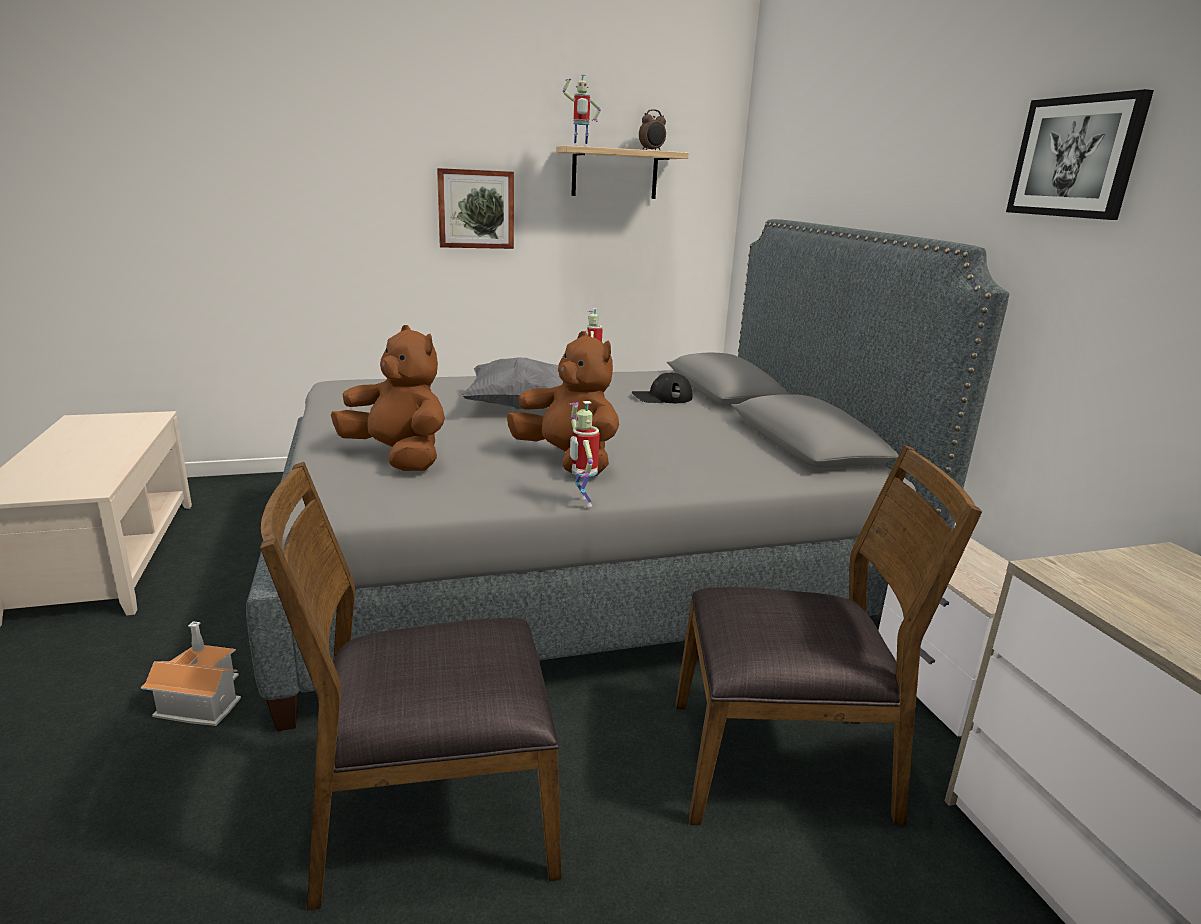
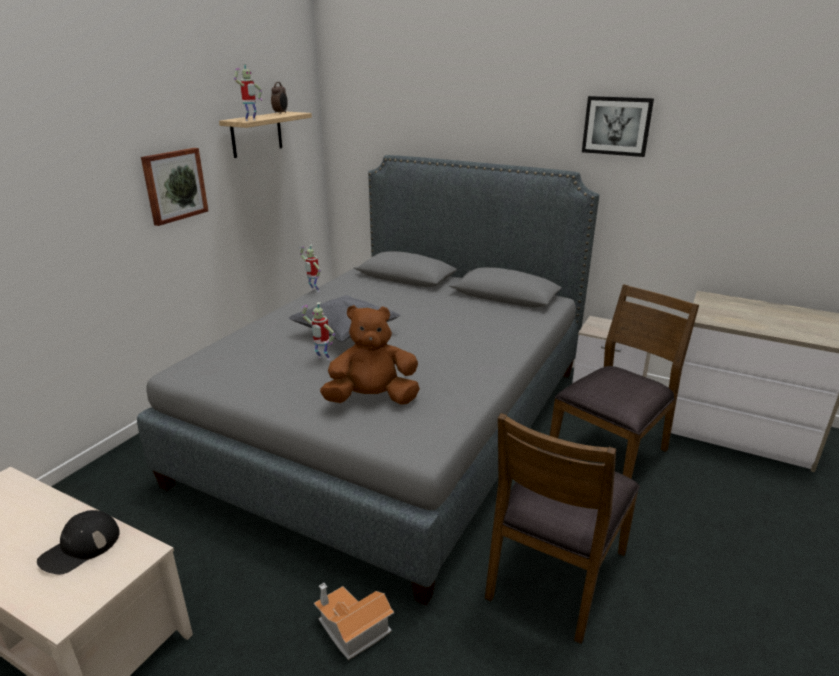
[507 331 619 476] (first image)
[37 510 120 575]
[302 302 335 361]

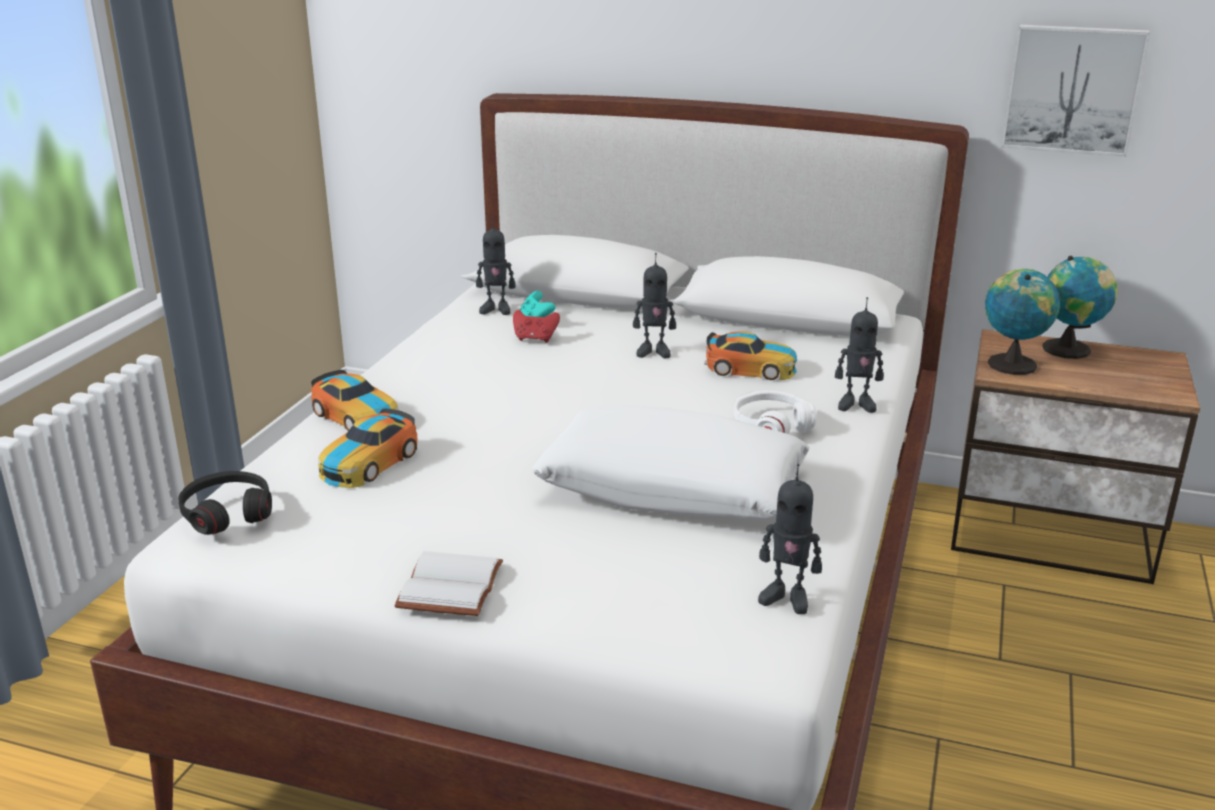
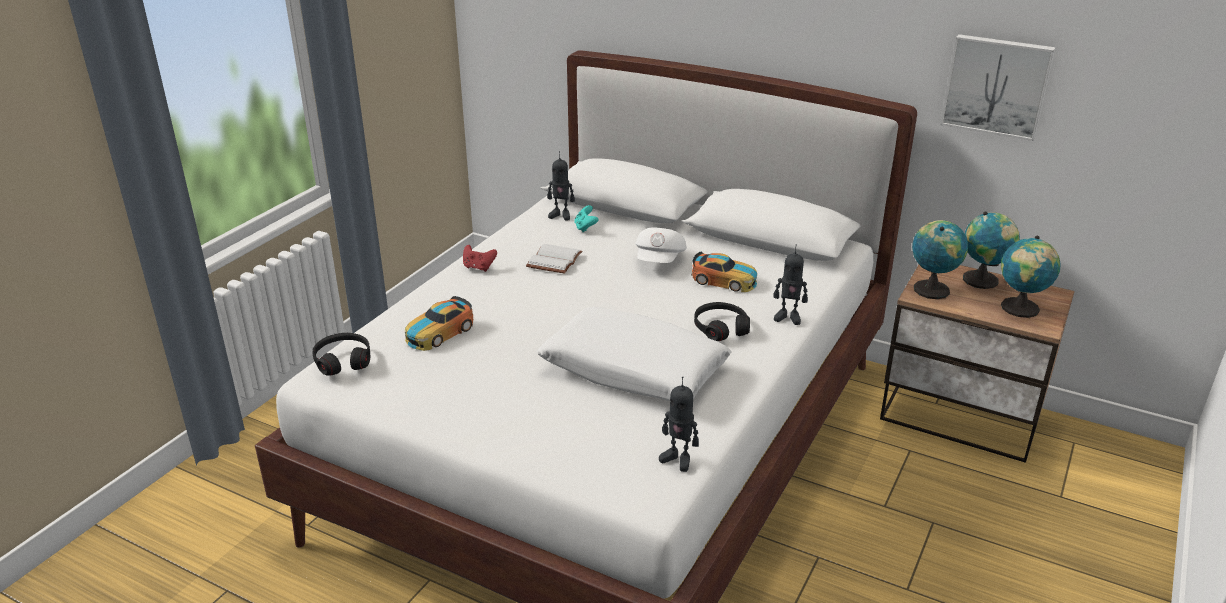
[636 227 687 263]
[463 245 497 272]
[311 370 399 431] (first image)
[694 302 750 341]
[526 244 582 274]
[1001 236 1061 318]

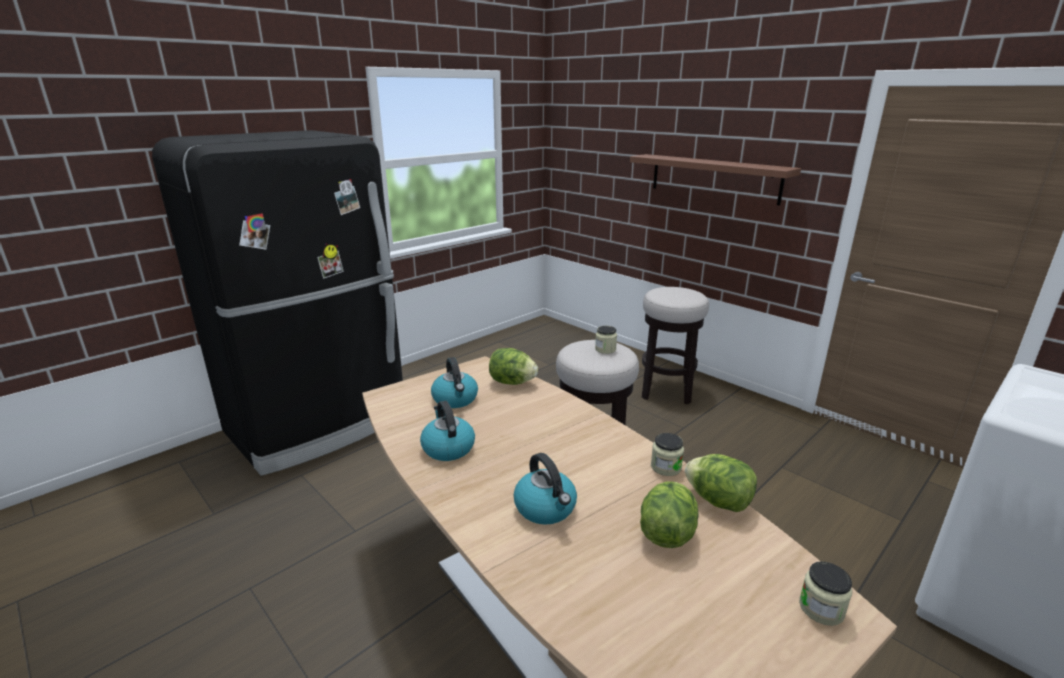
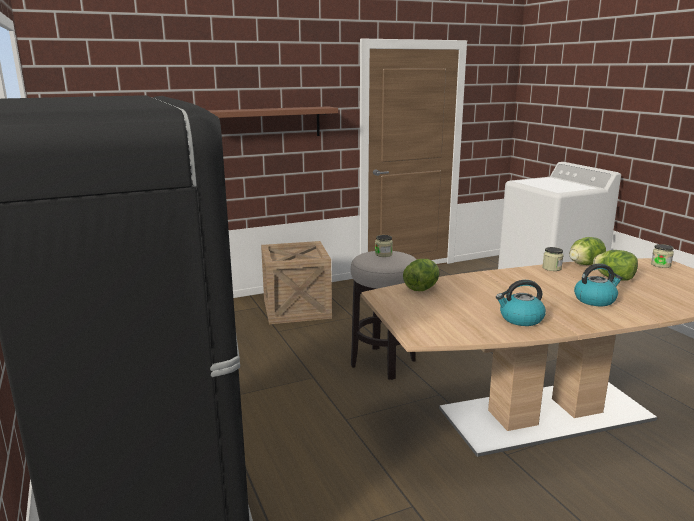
[261 241 332 324]
[431 357 478 408] (first image)

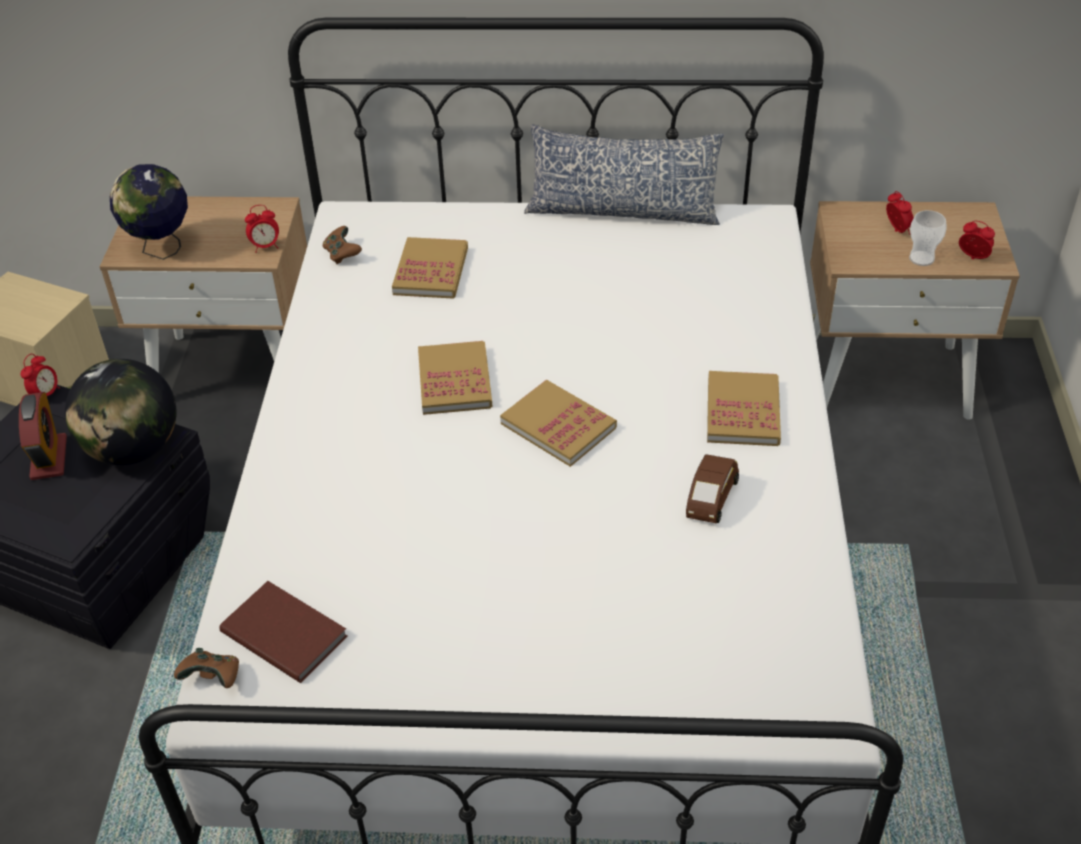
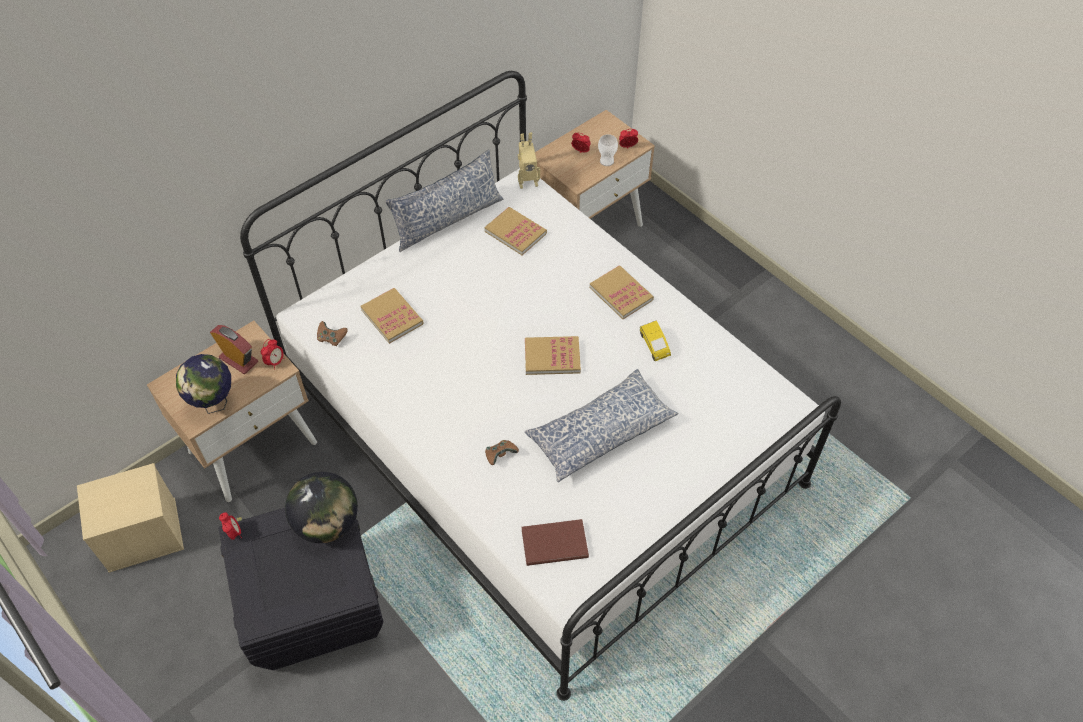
[484 207 547 255]
[210 325 258 374]
[640 321 671 361]
[485 440 519 465]
[518 133 540 189]
[525 369 678 482]

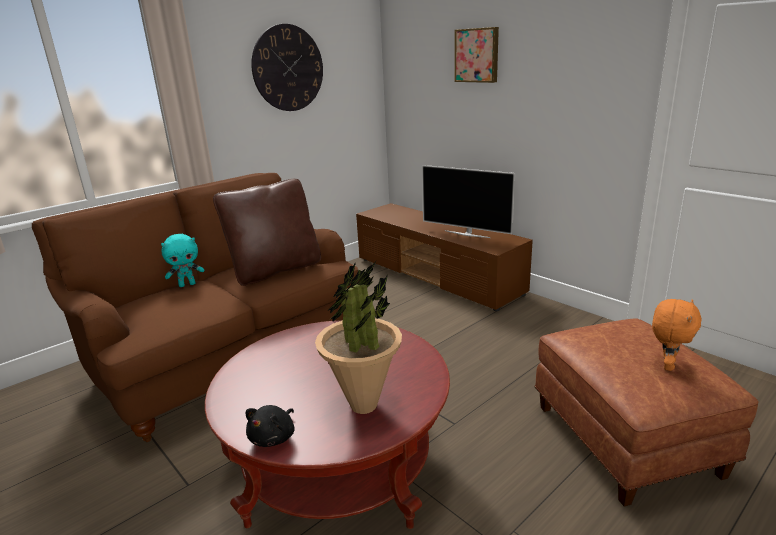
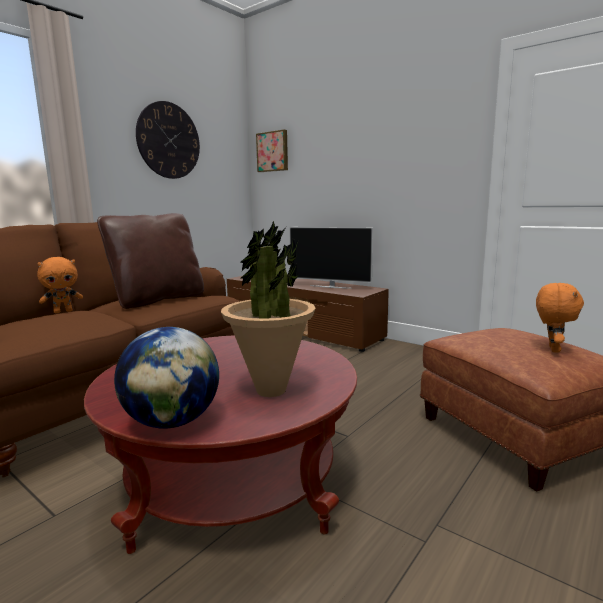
[256 129 288 172]
[37 257 83 313]
[114 327 219 429]

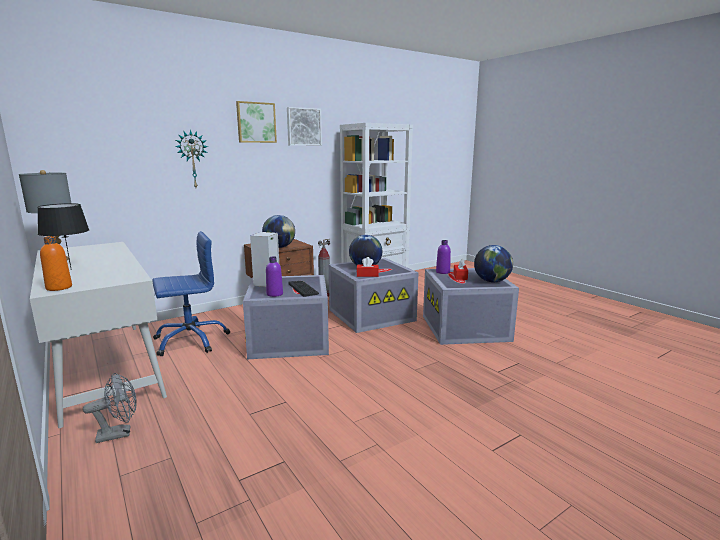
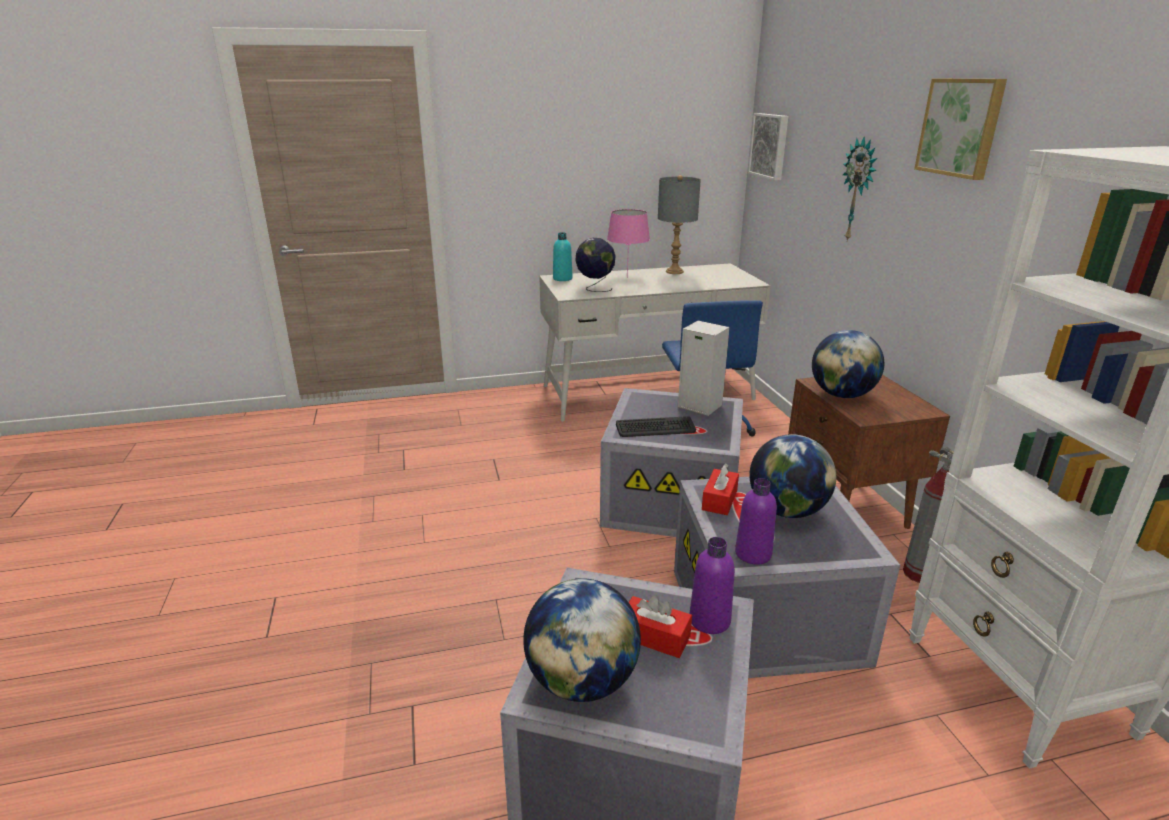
[748 113 788 181]
[607 209 650 278]
[553 232 572 281]
[735 478 777 565]
[83 373 137 443] (first image)
[575 238 615 292]

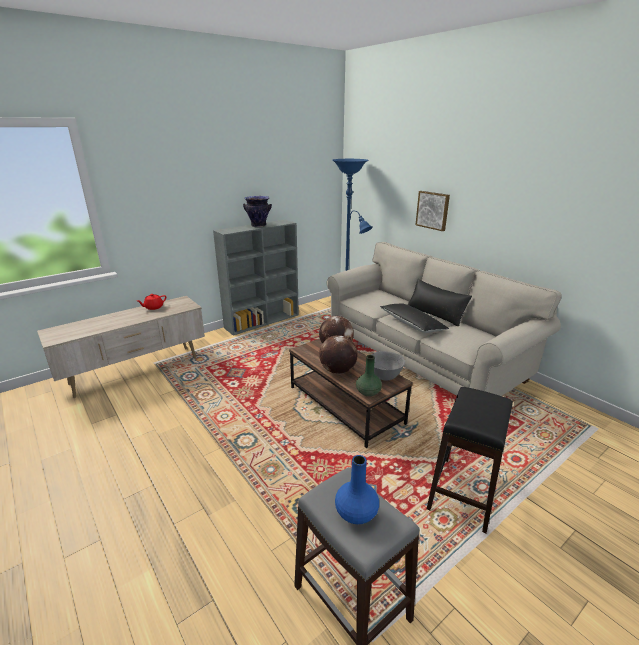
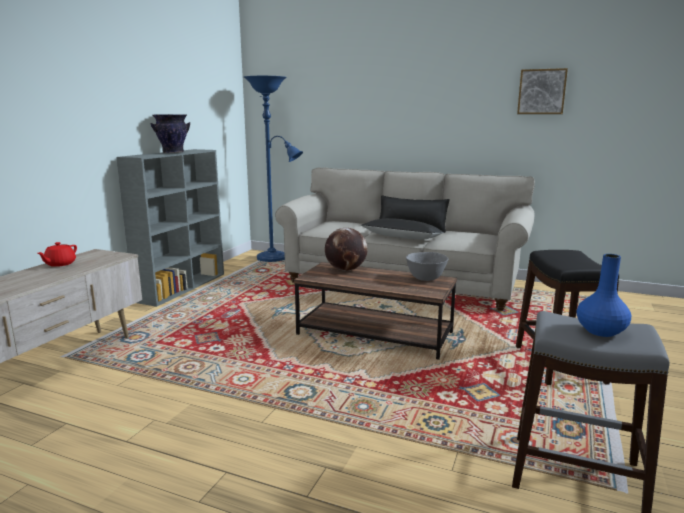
[517 68 568 114]
[319 335 358 374] (first image)
[356 355 382 397] (first image)

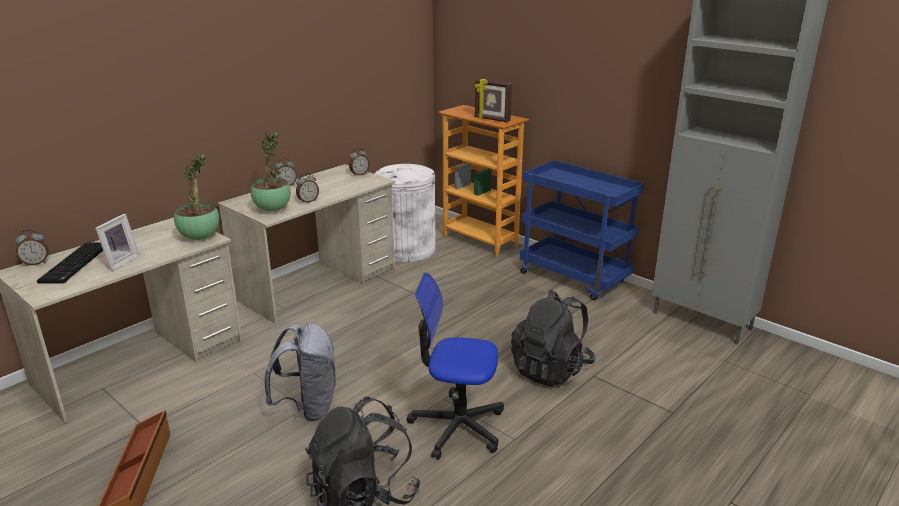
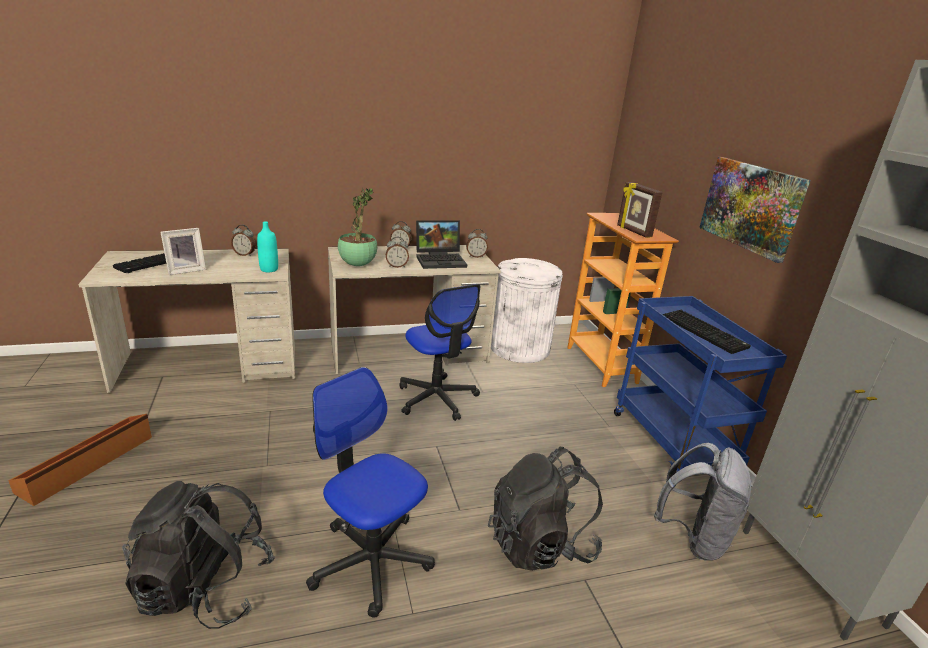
[257 221 278 272]
[231 225 256 256]
[654 443 753 561]
[699 157 811 263]
[416 220 467 269]
[400 284 480 421]
[663 310 751 354]

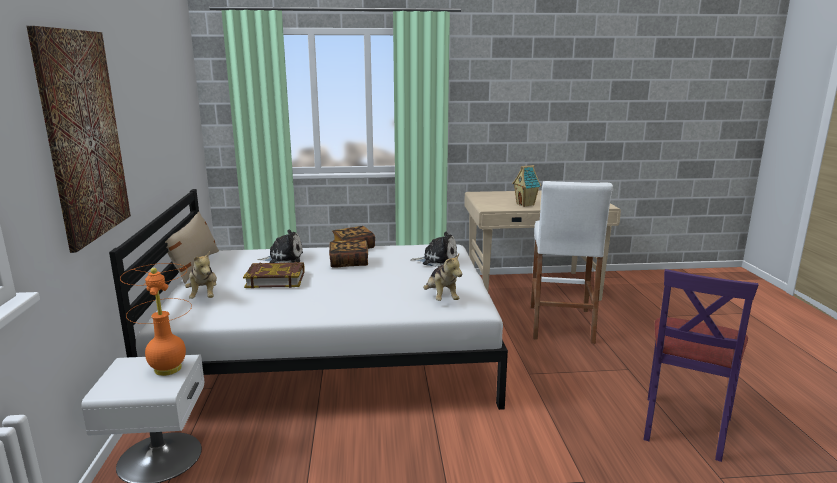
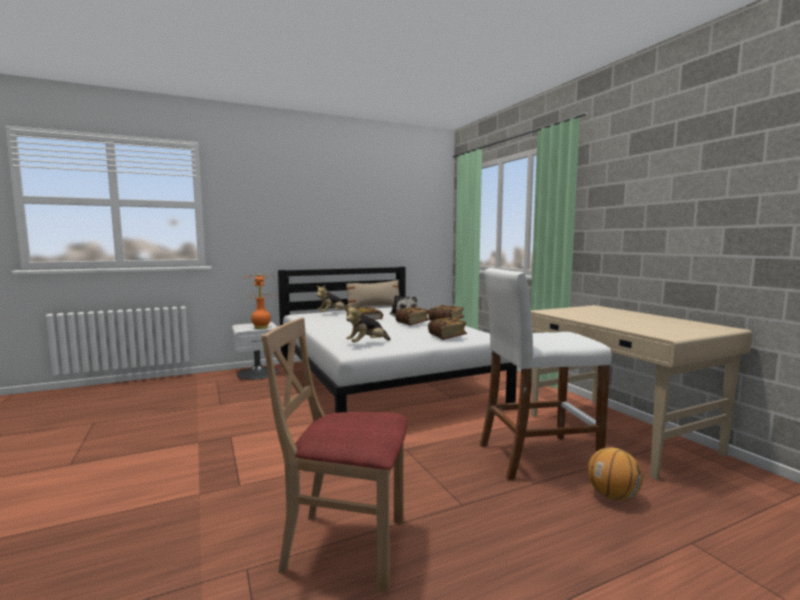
[27 26 131 253] (first image)
[512 165 541 207] (first image)
[428 317 467 340]
[262 318 408 591]
[588 447 643 501]

